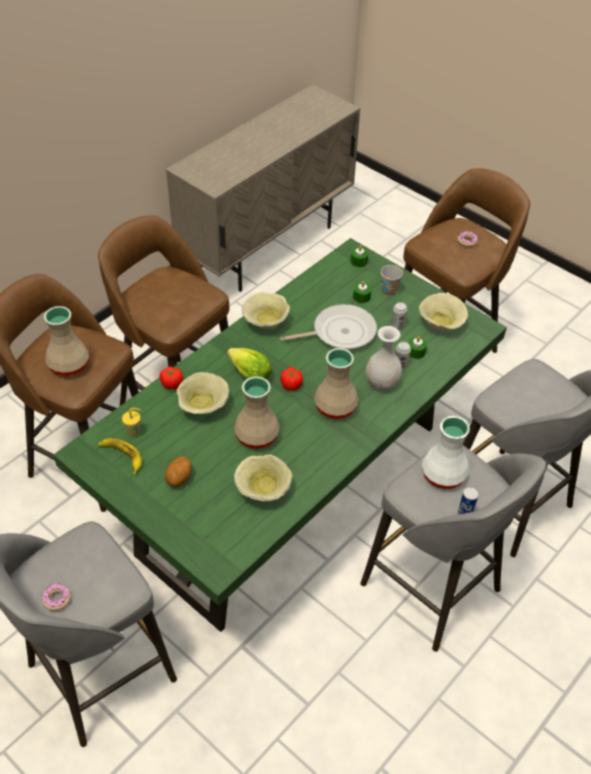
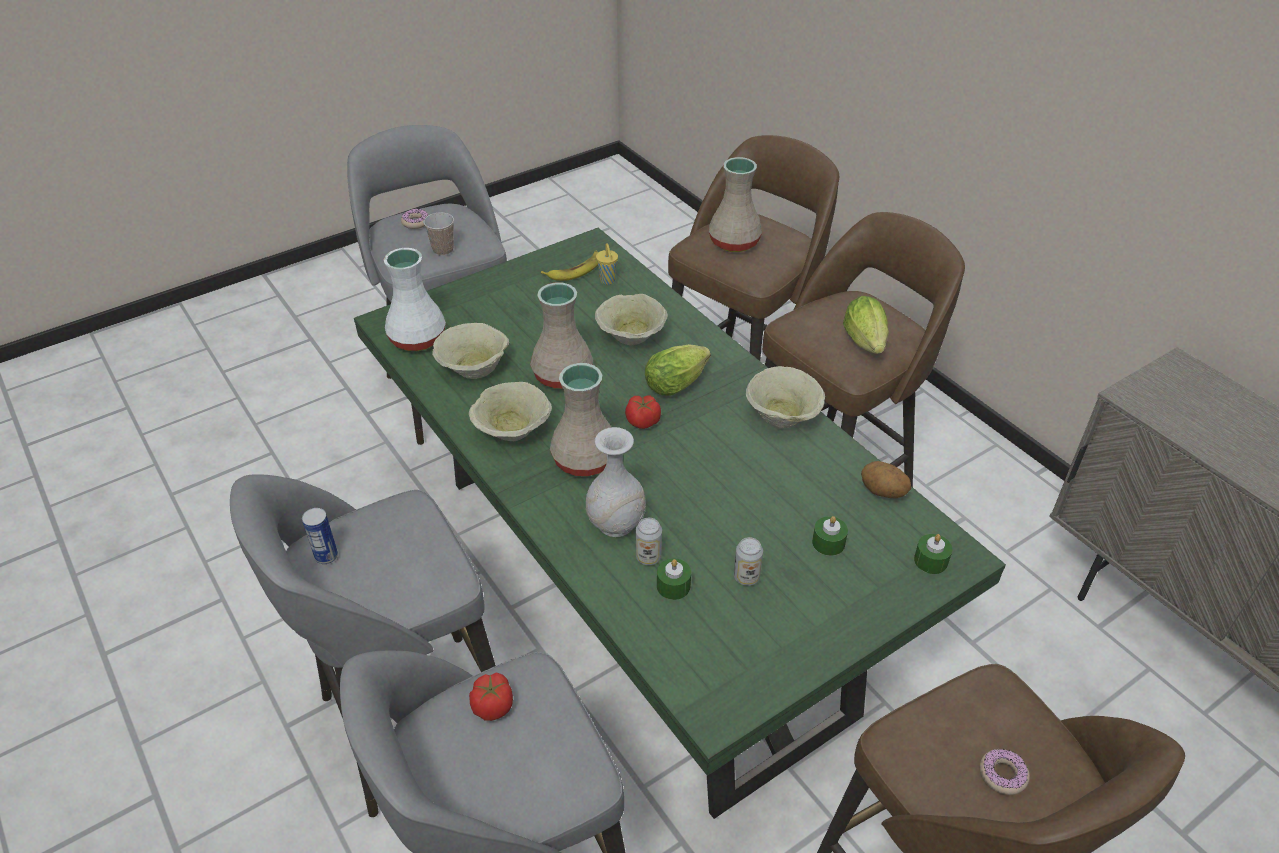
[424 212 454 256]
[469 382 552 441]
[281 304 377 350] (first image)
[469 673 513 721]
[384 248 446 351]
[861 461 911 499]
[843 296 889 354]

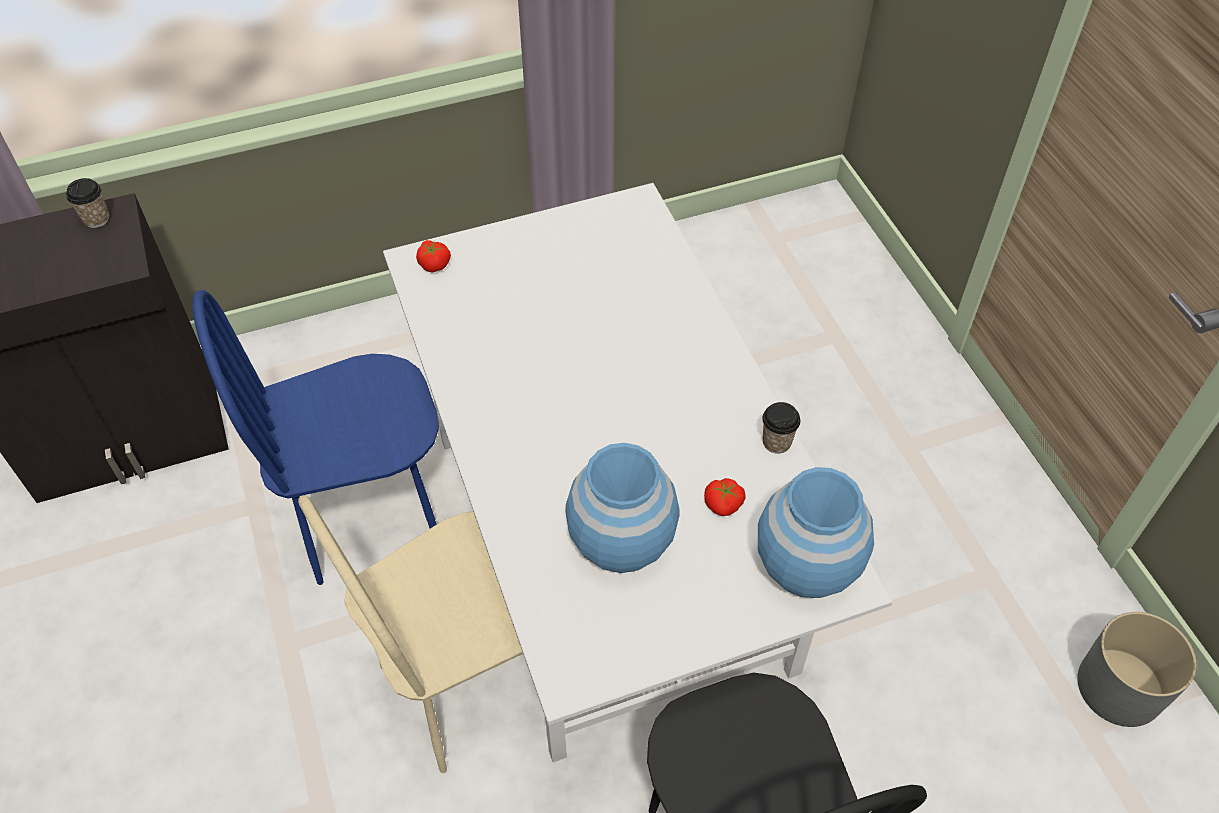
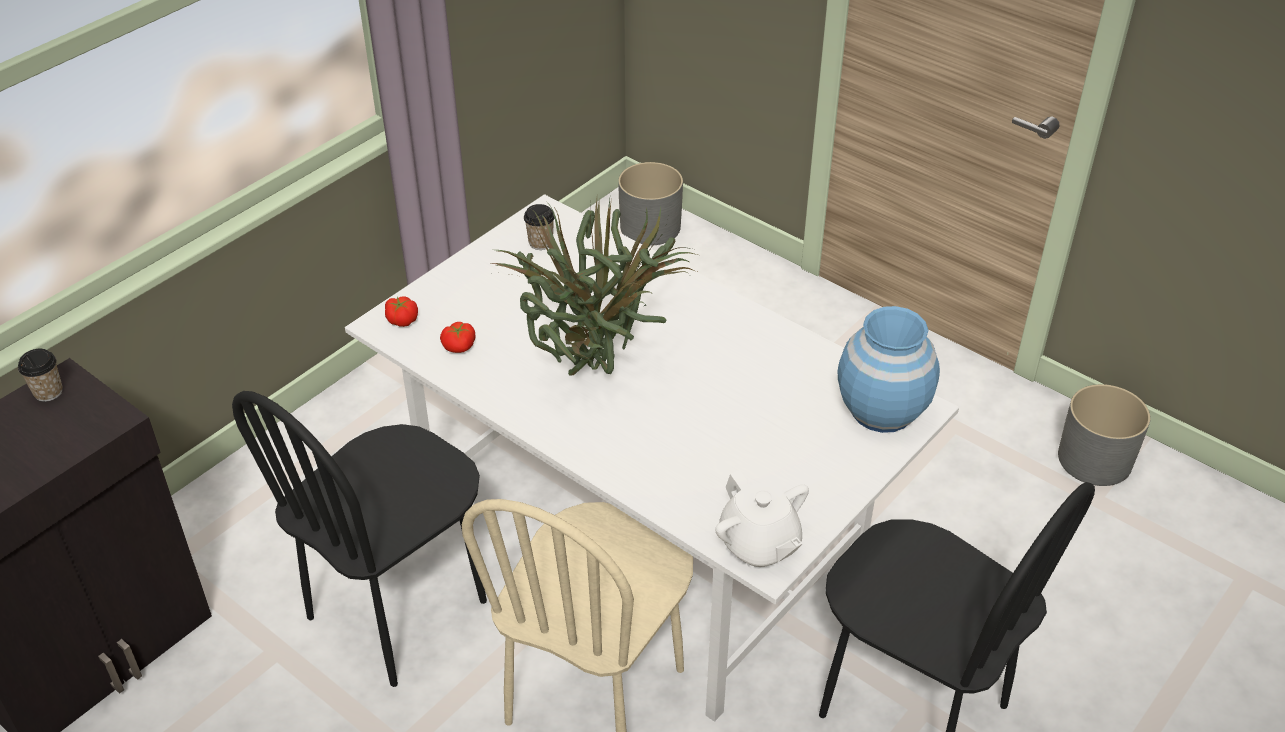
[232 391 487 687]
[524 204 555 250]
[566 443 679 573] (first image)
[440 322 475 353]
[618 162 683 246]
[491 198 698 376]
[715 470 809 570]

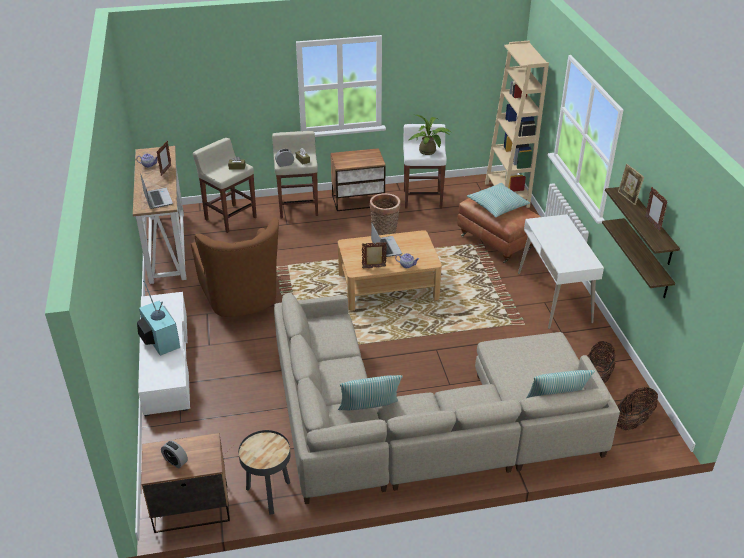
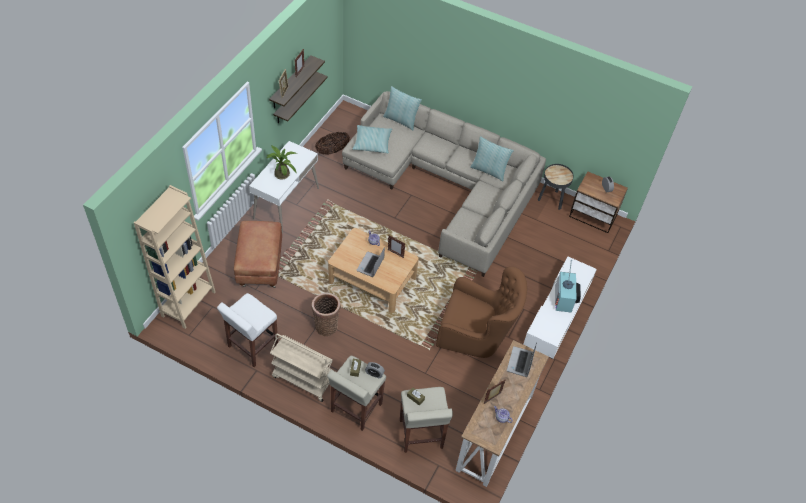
[266 146 297 180]
[270 333 333 402]
[353 125 392 154]
[436 266 527 358]
[617 387 658 431] (first image)

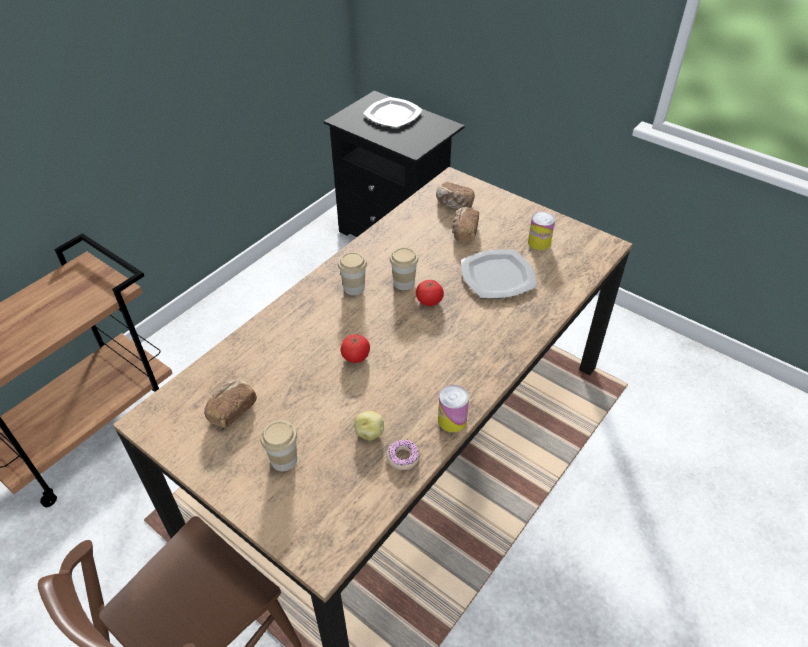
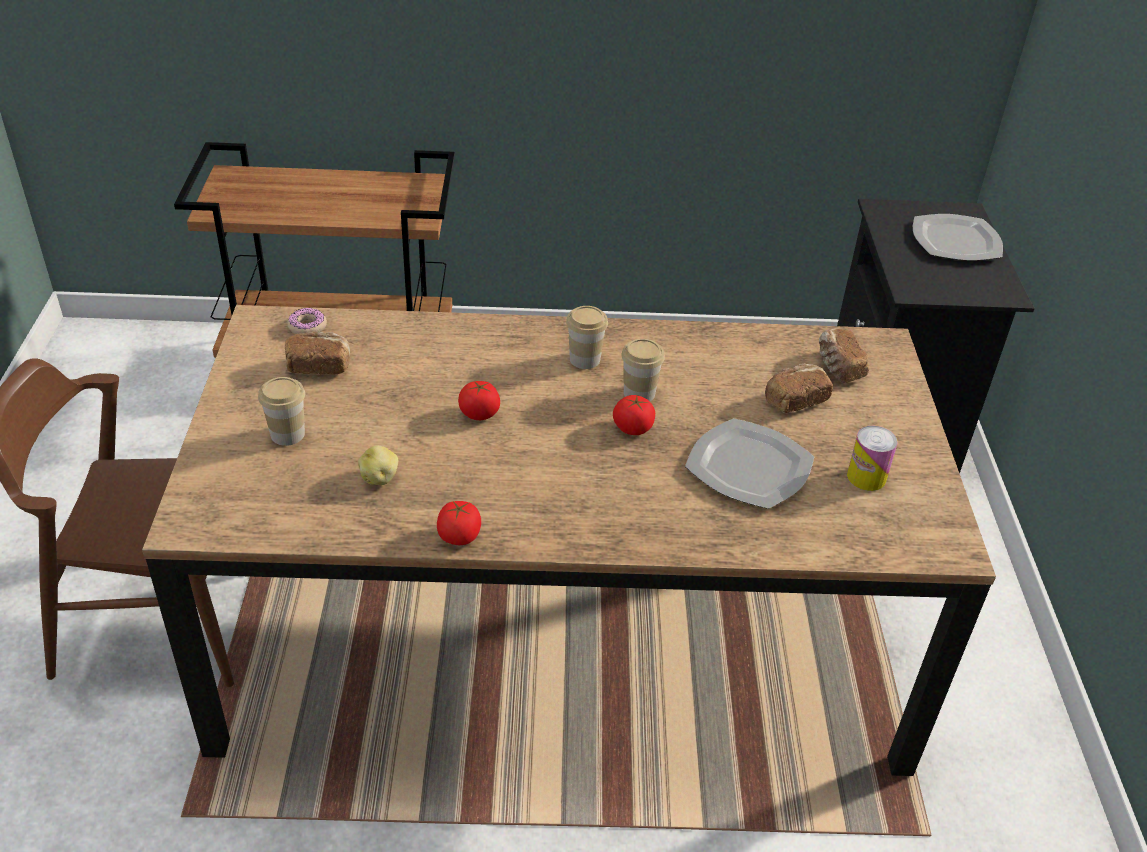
[437 500 481 545]
[287 308 327 334]

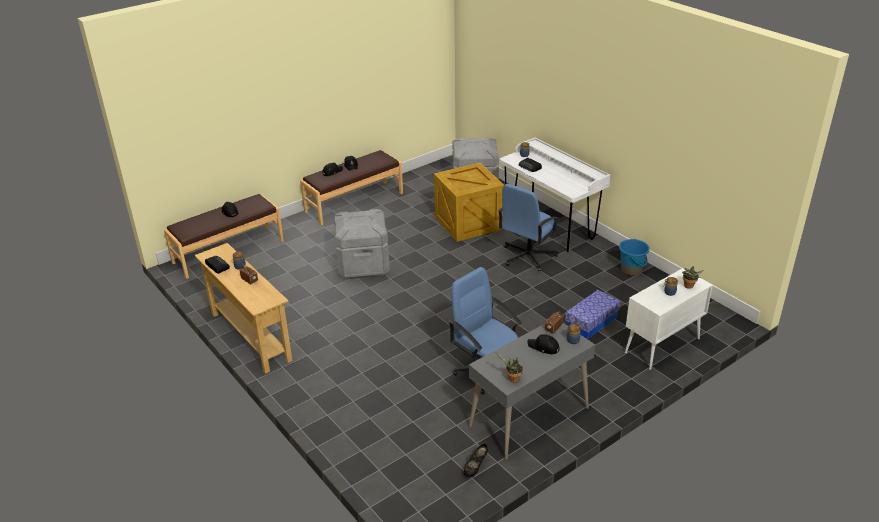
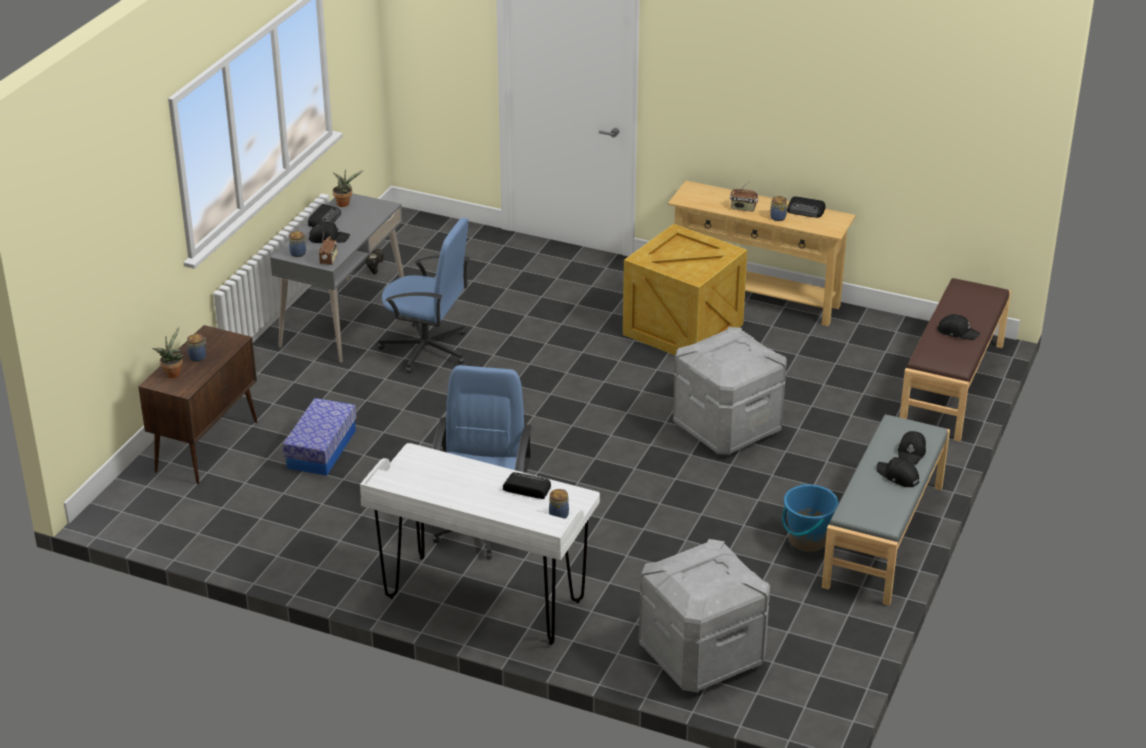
[822 414 950 606]
[623 224 748 356]
[782 484 839 552]
[138 325 258 484]
[308 204 341 227]

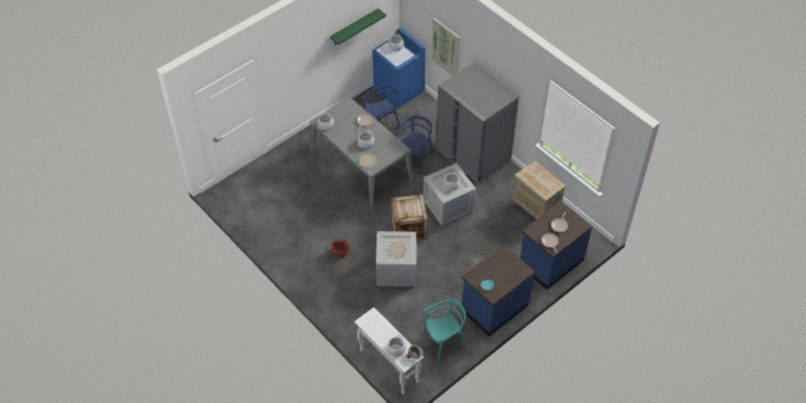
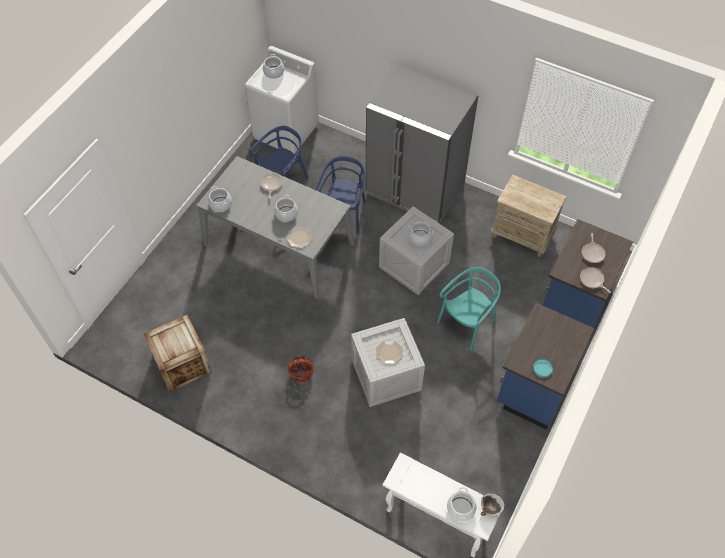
[330 8 386 45] (first image)
[431 18 460 76] (first image)
[245 46 319 154]
[144 315 212 392]
[437 267 501 350]

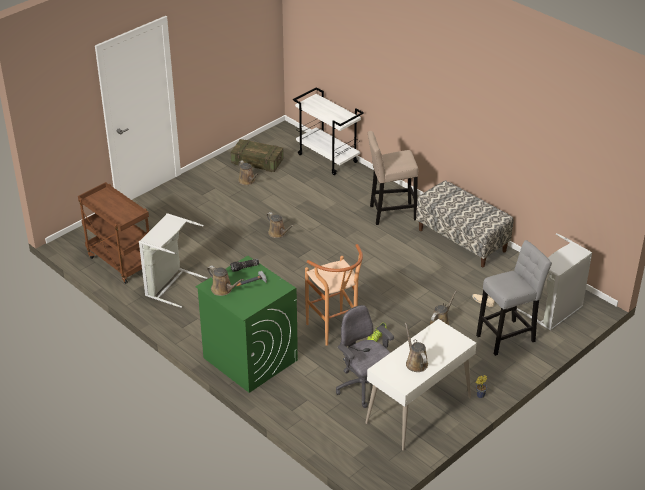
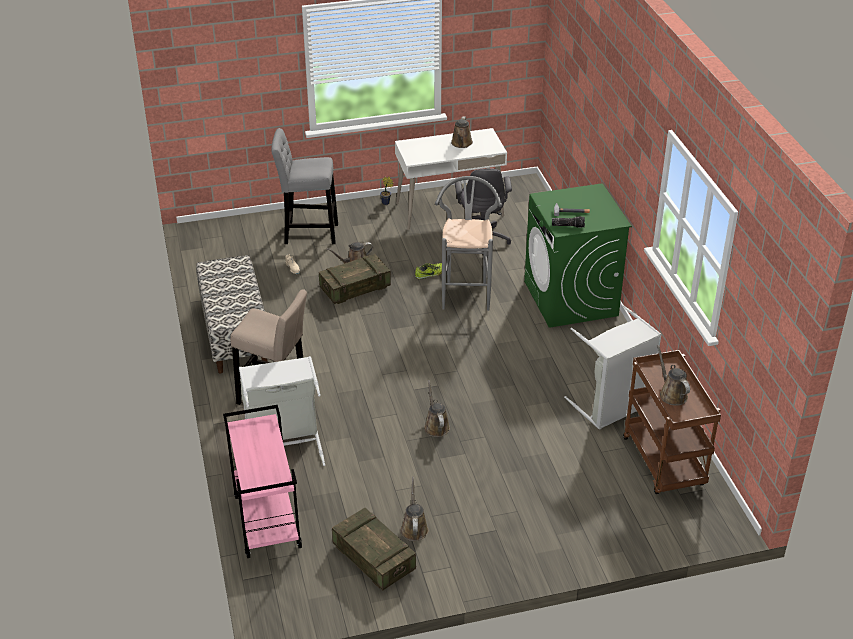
[223 405 302 558]
[239 356 325 466]
[435 176 502 311]
[657 345 690 406]
[319 254 391 304]

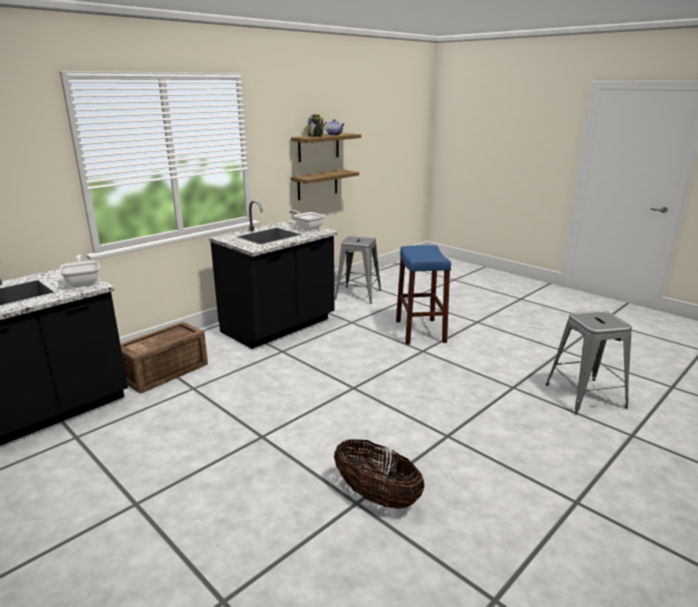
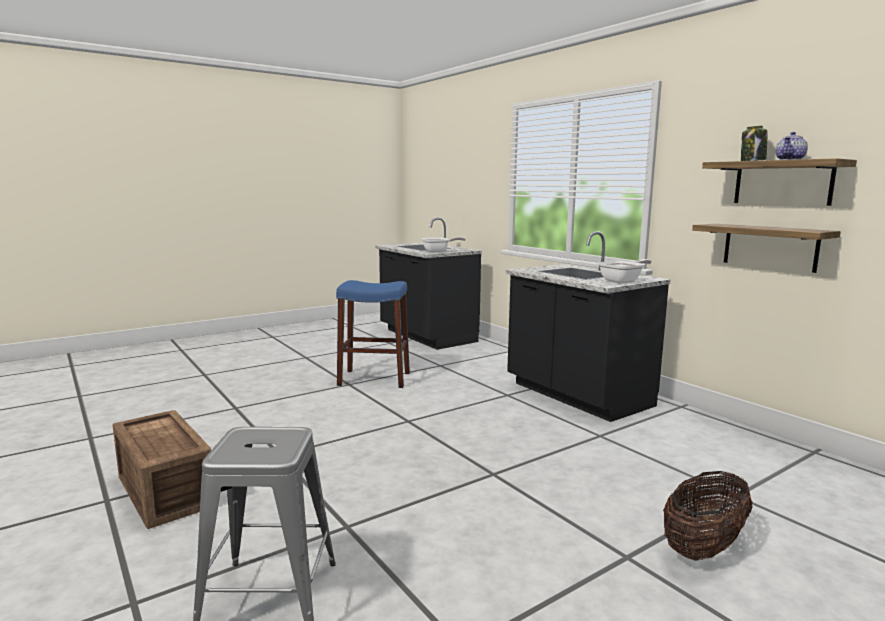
[335 236 381 304] (first image)
[336 280 410 388]
[113 410 211 529]
[663 471 753 561]

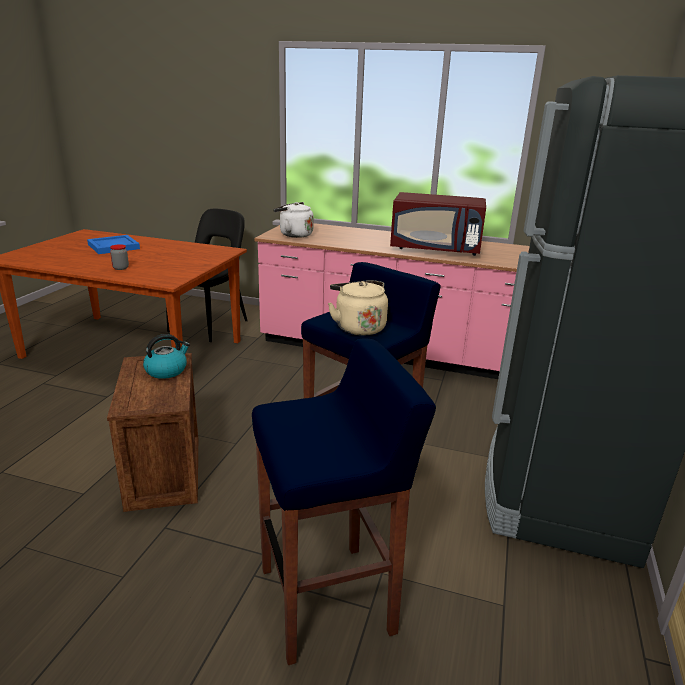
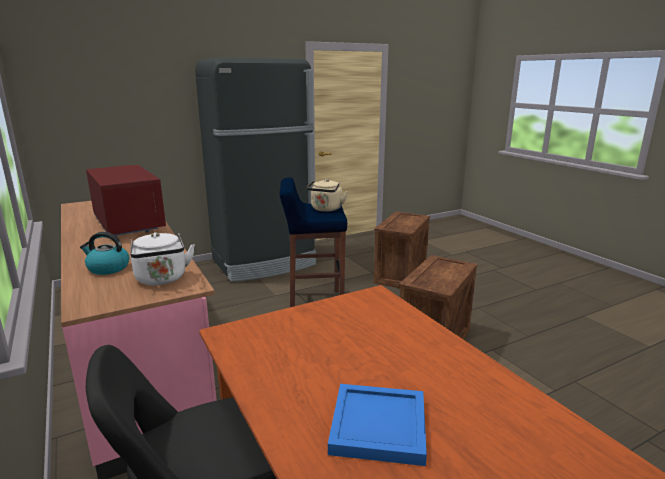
[110 244 129 270] (first image)
[80 232 129 275]
[374 212 430 288]

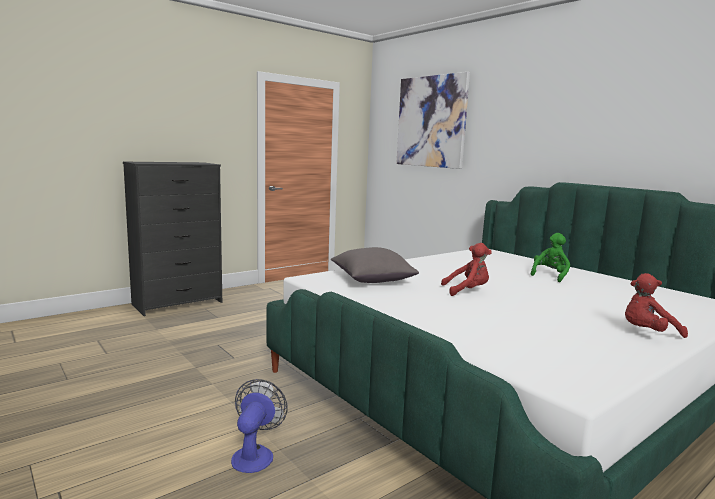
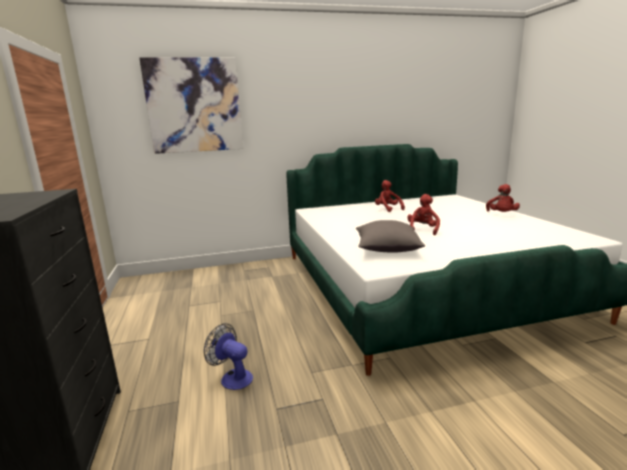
[375 180 405 212]
[204 323 253 390]

